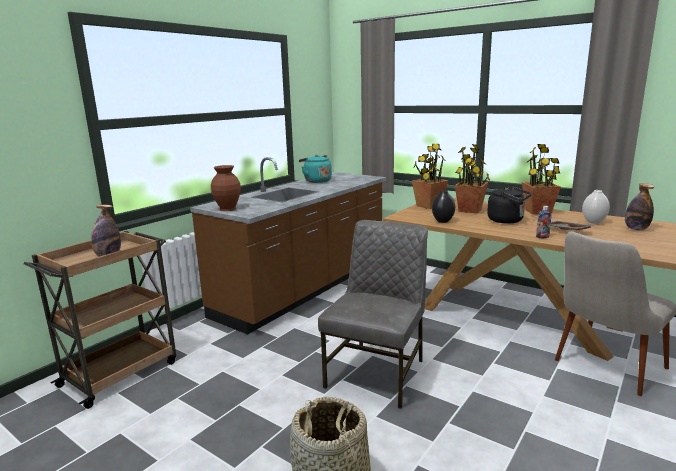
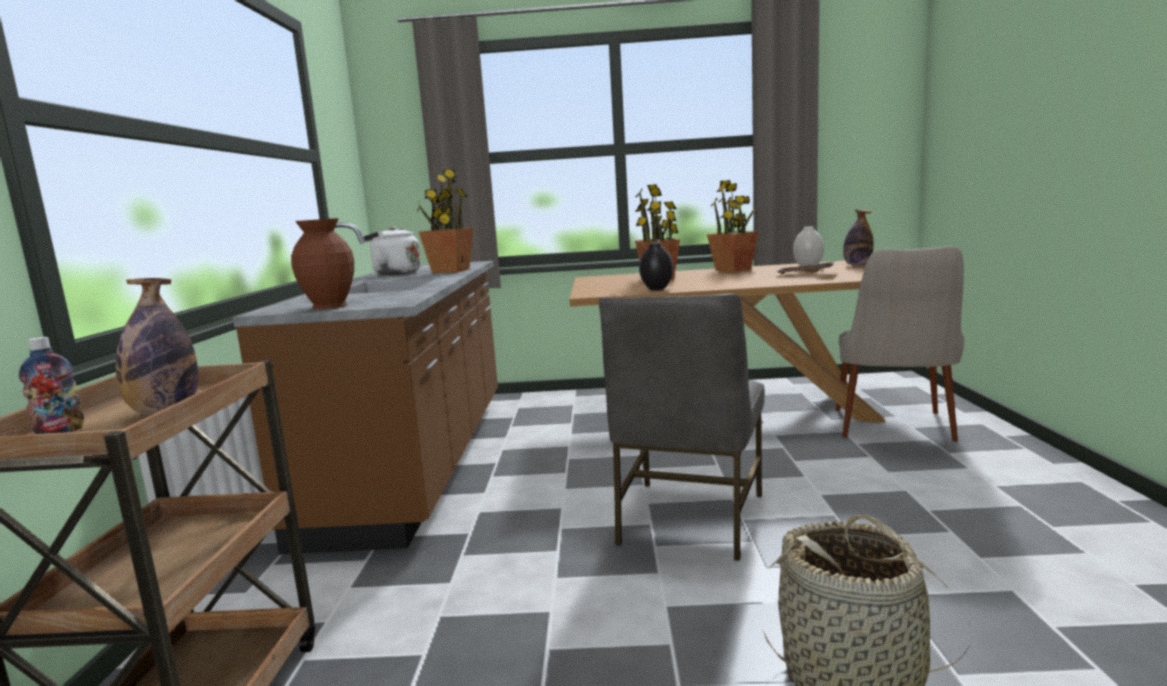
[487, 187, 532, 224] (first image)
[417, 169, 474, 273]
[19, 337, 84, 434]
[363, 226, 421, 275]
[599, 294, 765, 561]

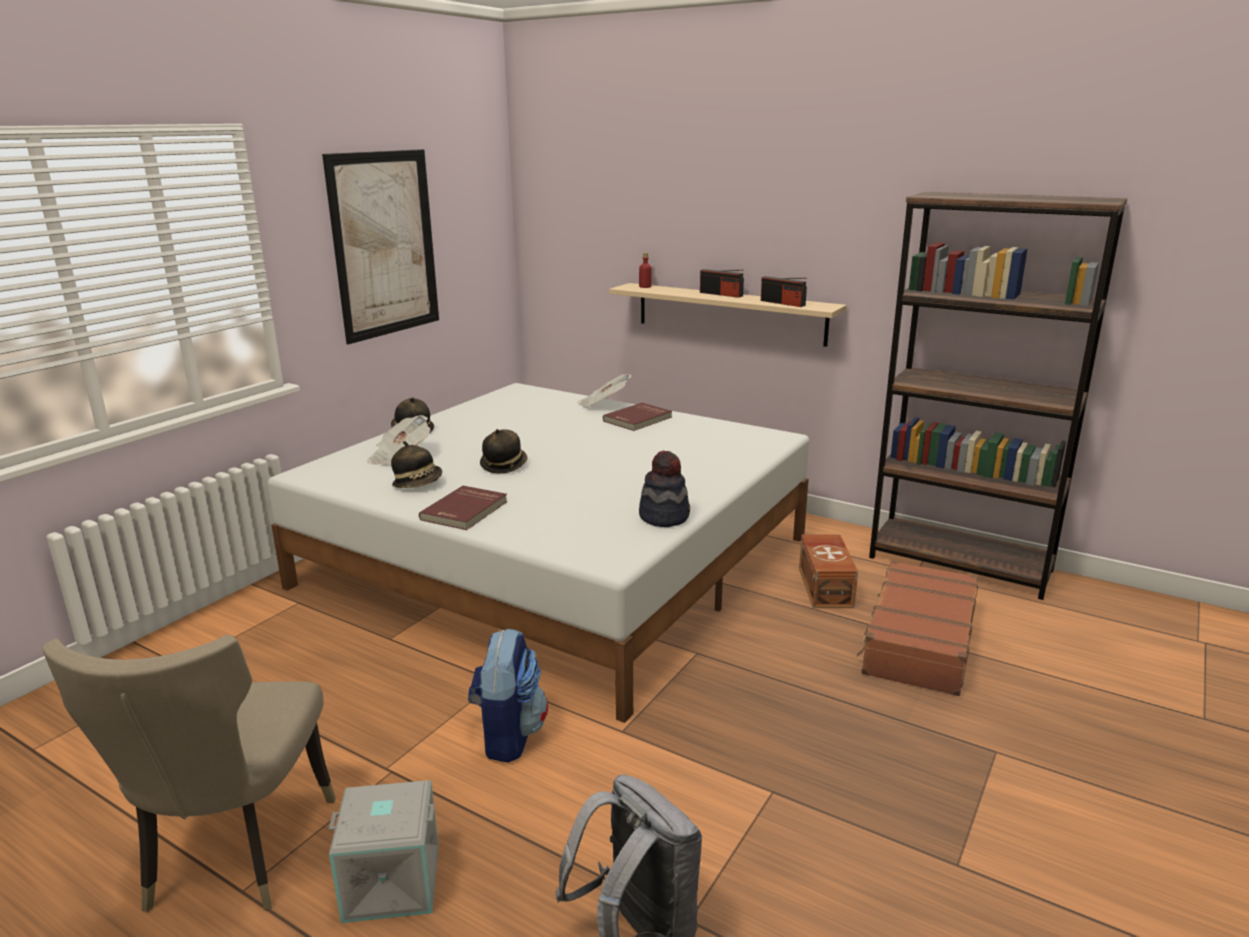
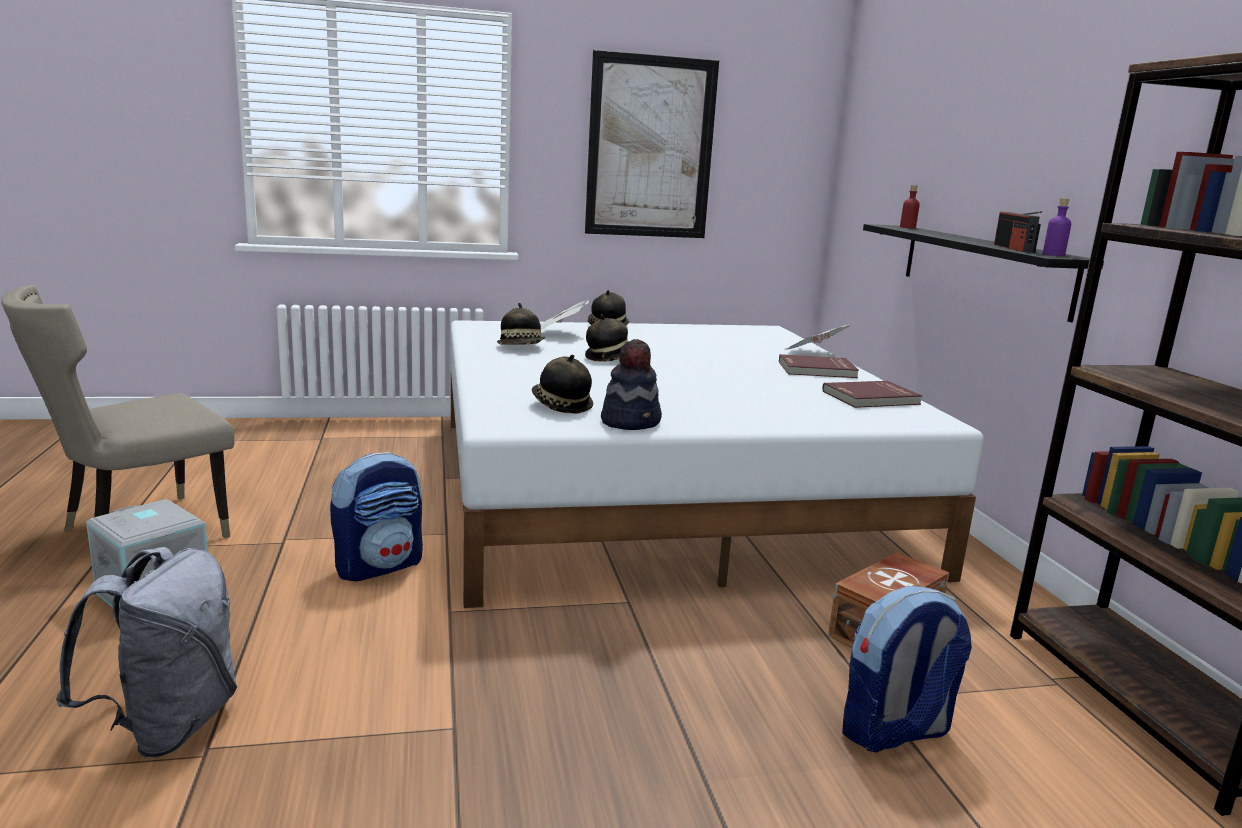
[700, 269, 744, 298] (first image)
[532, 355, 593, 414]
[1043, 198, 1071, 256]
[822, 381, 923, 408]
[842, 586, 972, 752]
[863, 224, 1104, 322]

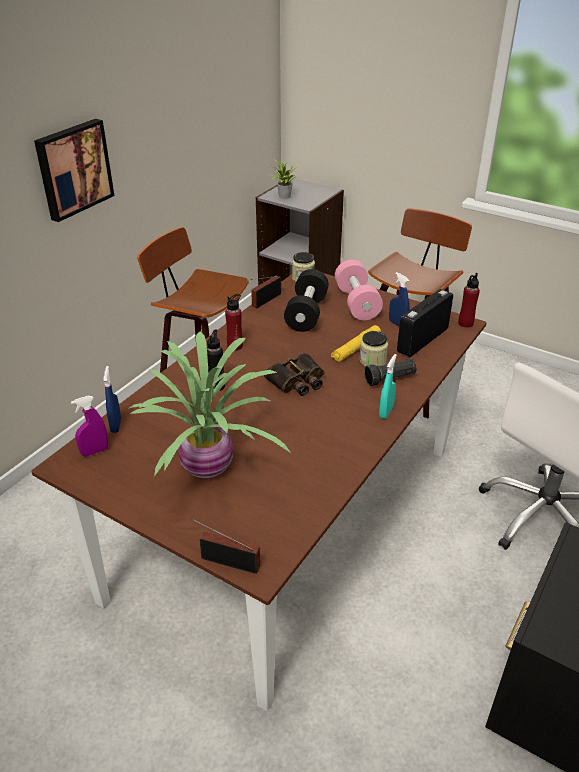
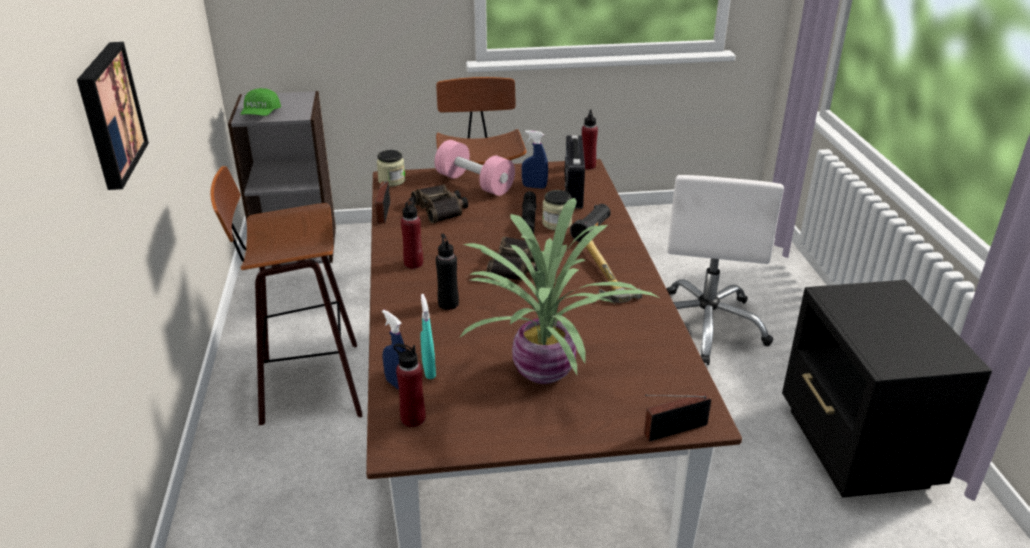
[586, 240, 642, 303]
[420, 294, 436, 379]
[394, 344, 426, 427]
[241, 88, 281, 116]
[411, 184, 468, 224]
[522, 191, 536, 234]

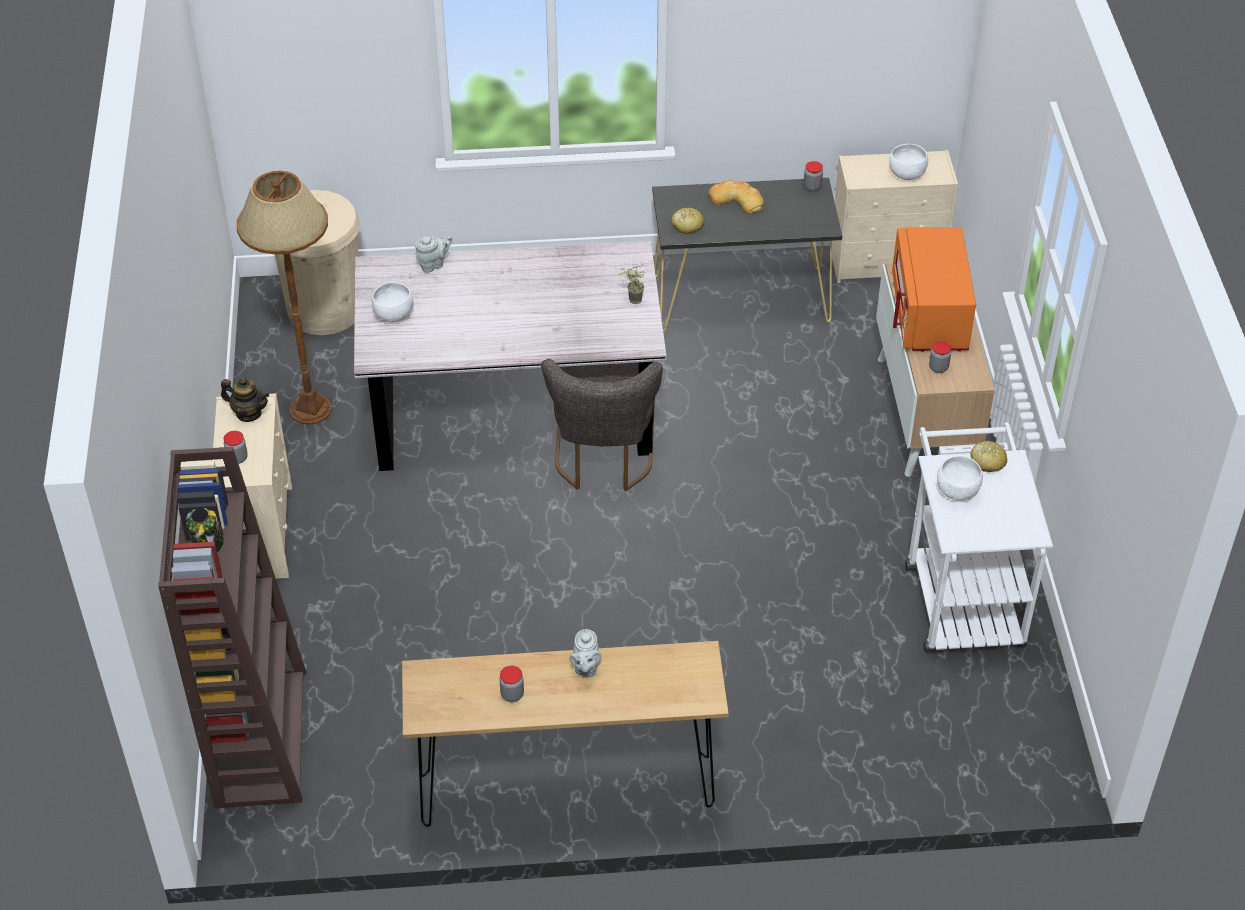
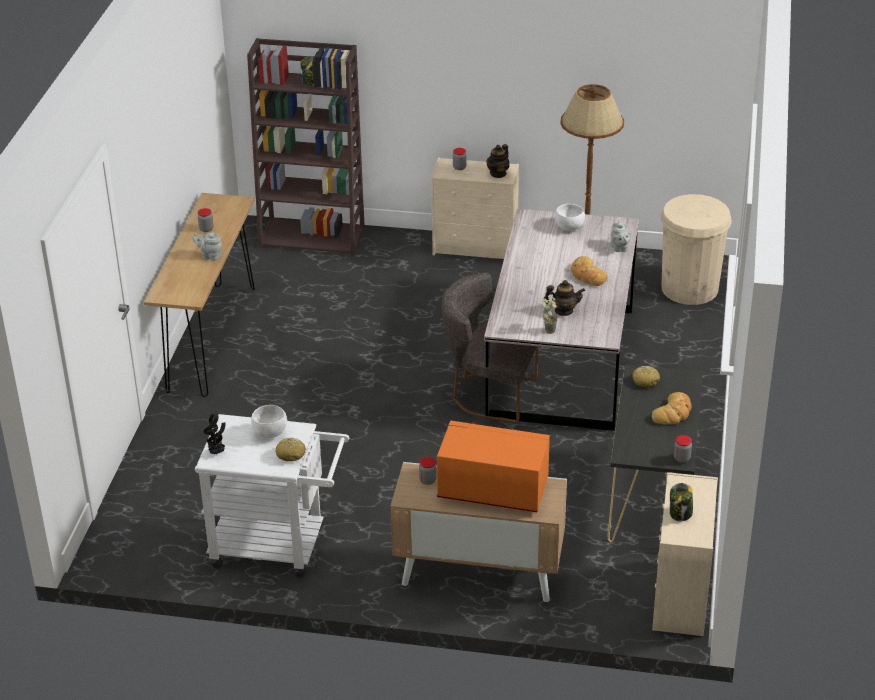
[203, 411, 225, 454]
[544, 280, 585, 316]
[571, 256, 607, 286]
[670, 483, 693, 521]

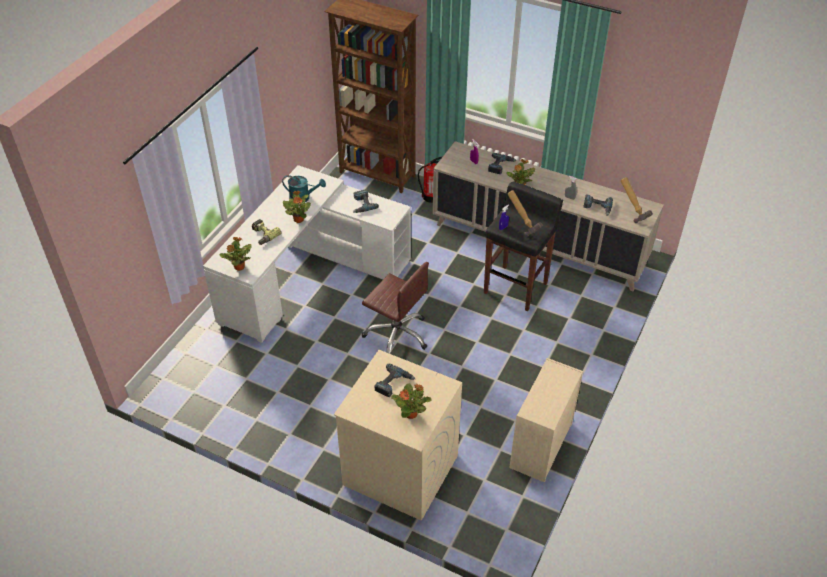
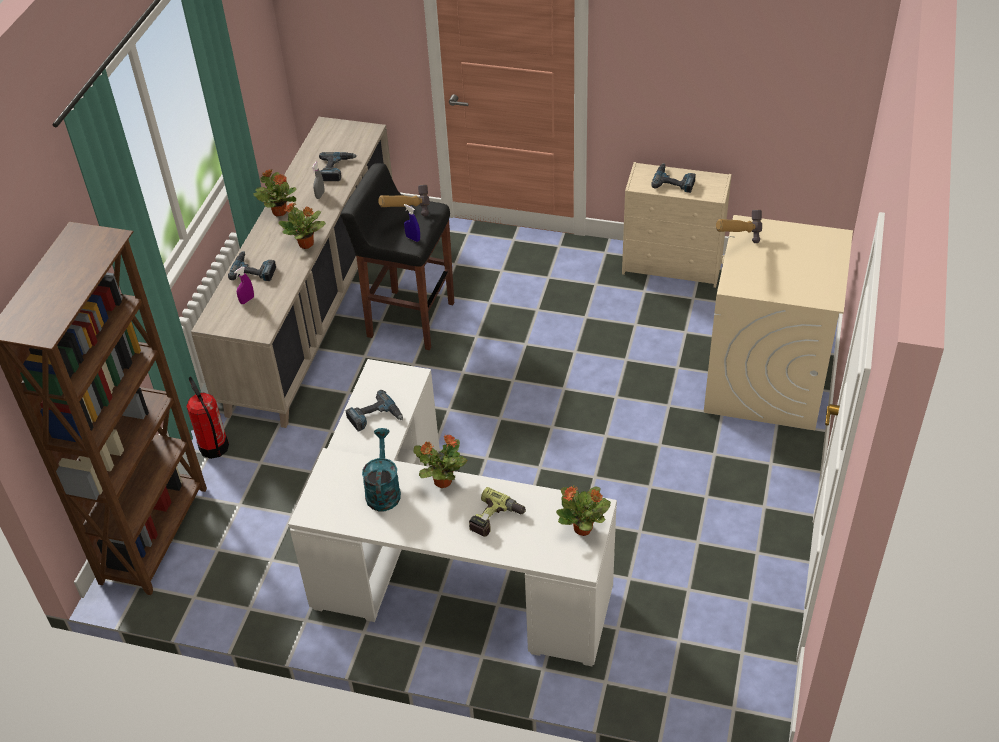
[362, 262, 429, 354] (first image)
[651, 163, 696, 193]
[253, 169, 297, 217]
[716, 210, 762, 243]

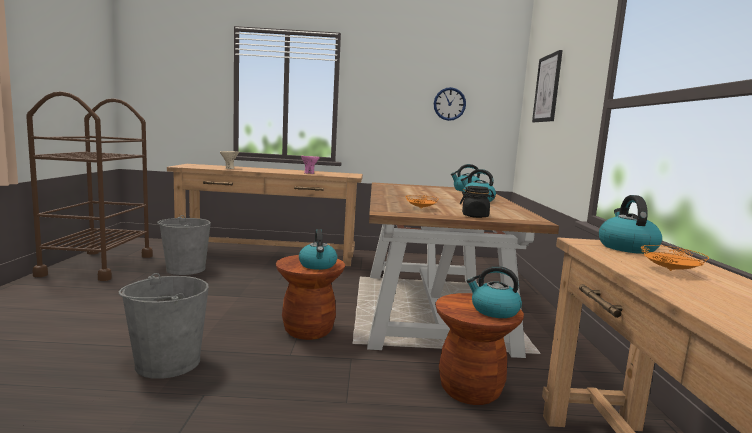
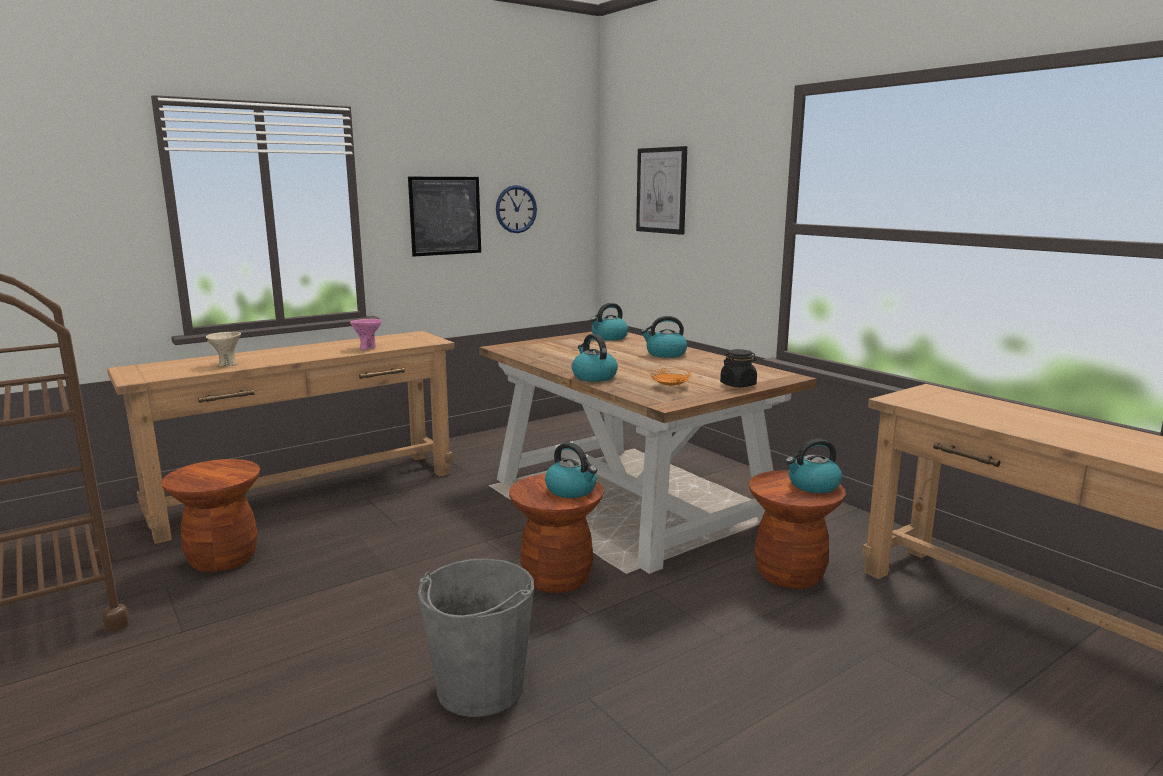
[641, 245, 709, 271] (first image)
[408, 177, 481, 257]
[572, 334, 618, 382]
[161, 459, 260, 572]

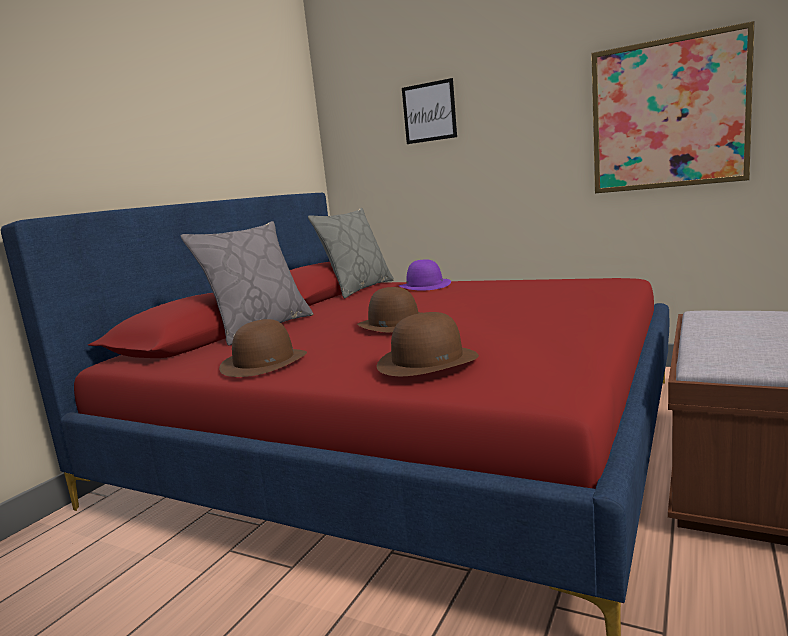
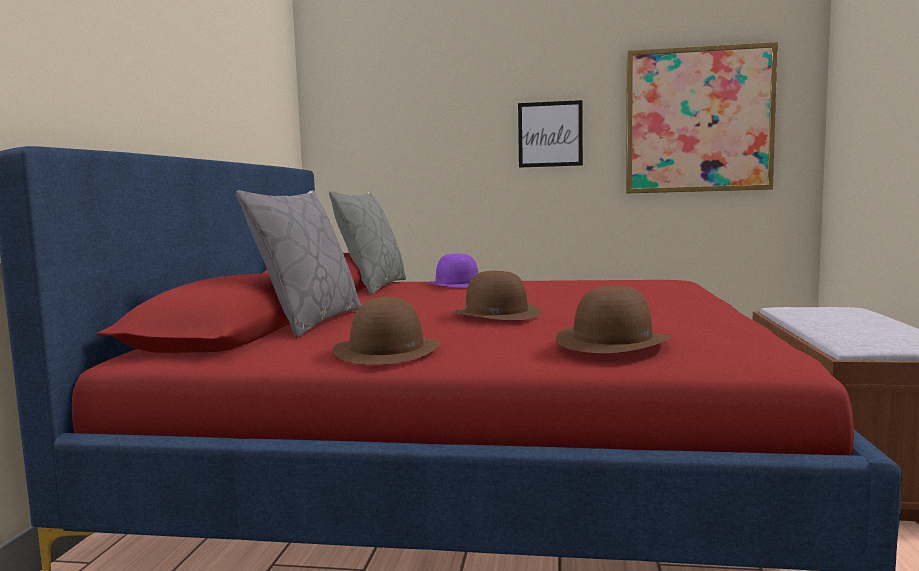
[518, 100, 583, 168]

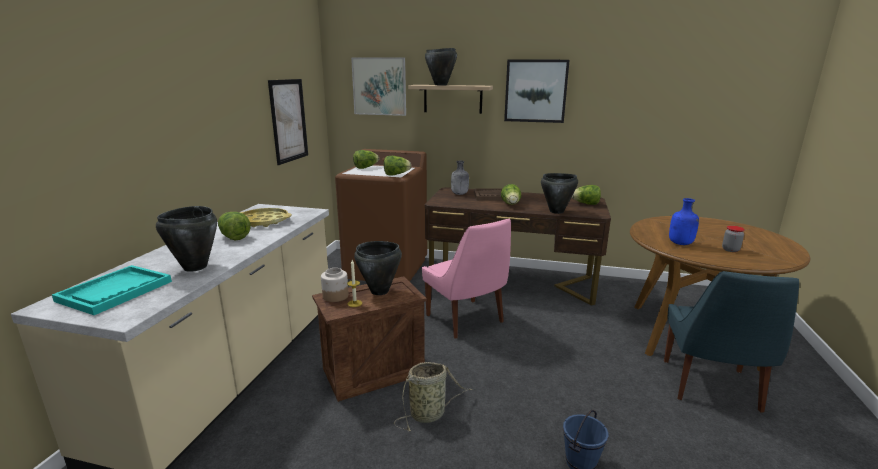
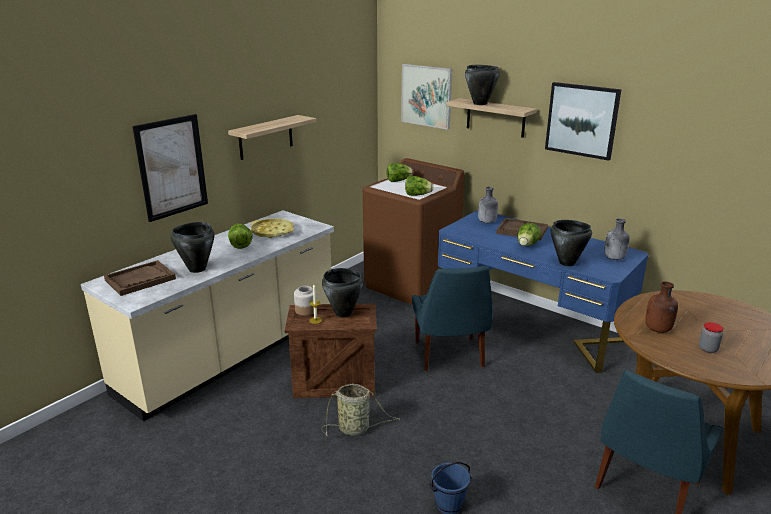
[228, 115, 316, 160]
[132, 114, 208, 222]
[604, 218, 630, 260]
[104, 260, 176, 296]
[412, 266, 493, 371]
[438, 211, 649, 373]
[645, 282, 678, 333]

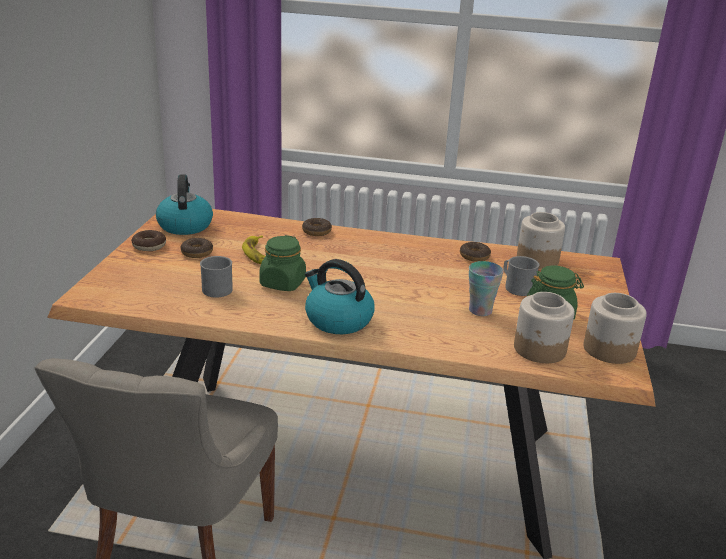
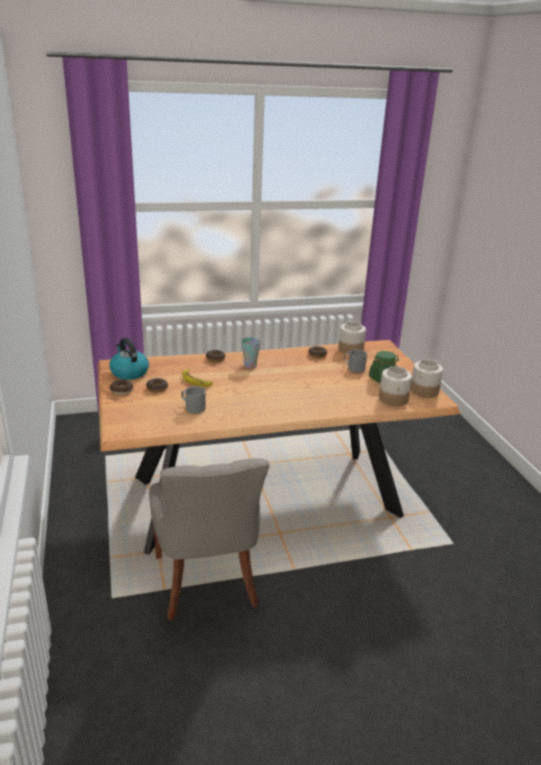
[260, 235, 306, 291] (first image)
[305, 259, 375, 334] (first image)
[241, 337, 261, 368]

